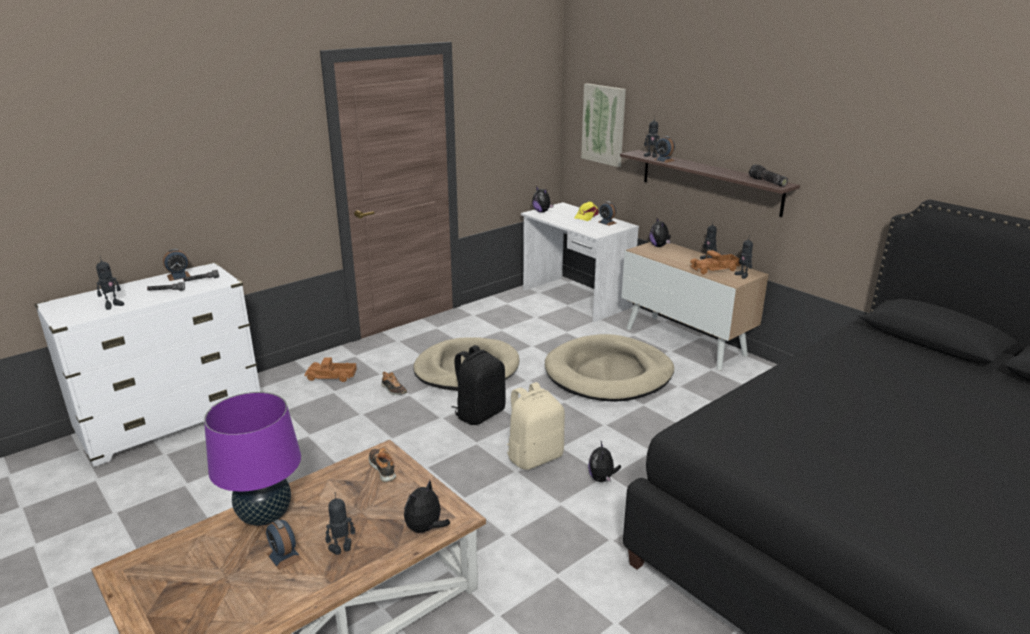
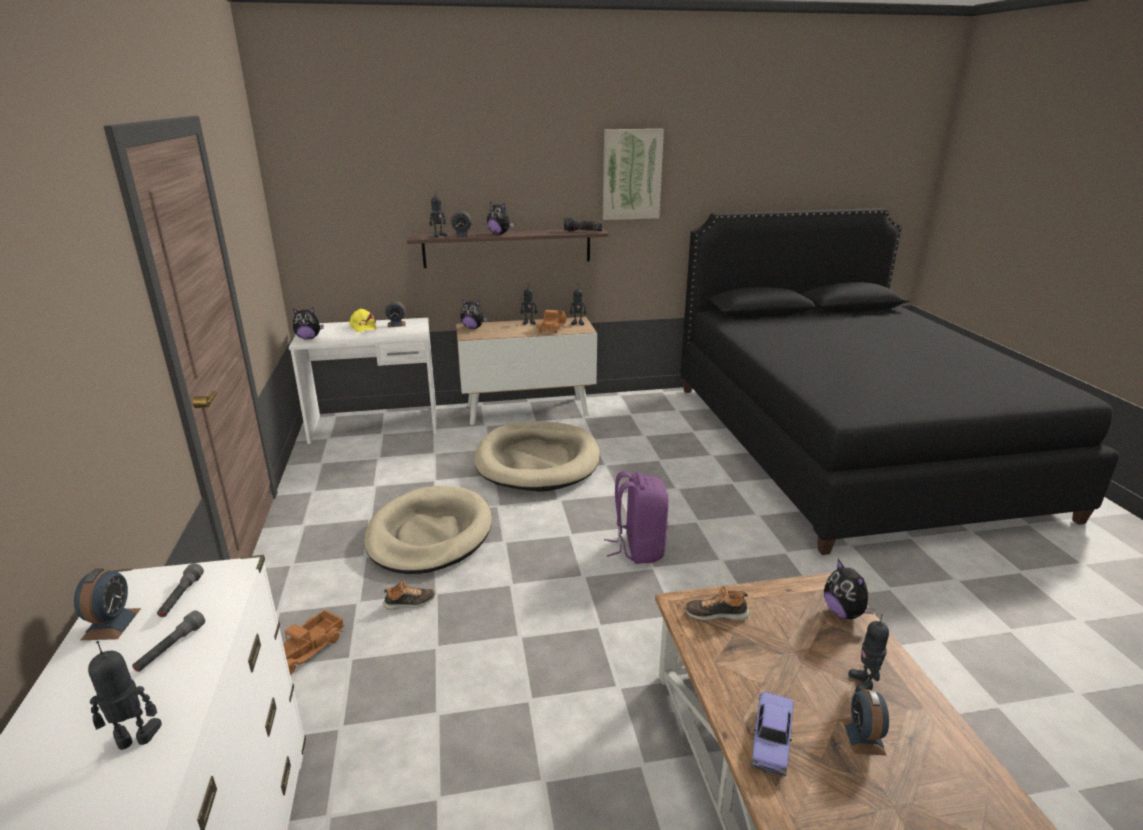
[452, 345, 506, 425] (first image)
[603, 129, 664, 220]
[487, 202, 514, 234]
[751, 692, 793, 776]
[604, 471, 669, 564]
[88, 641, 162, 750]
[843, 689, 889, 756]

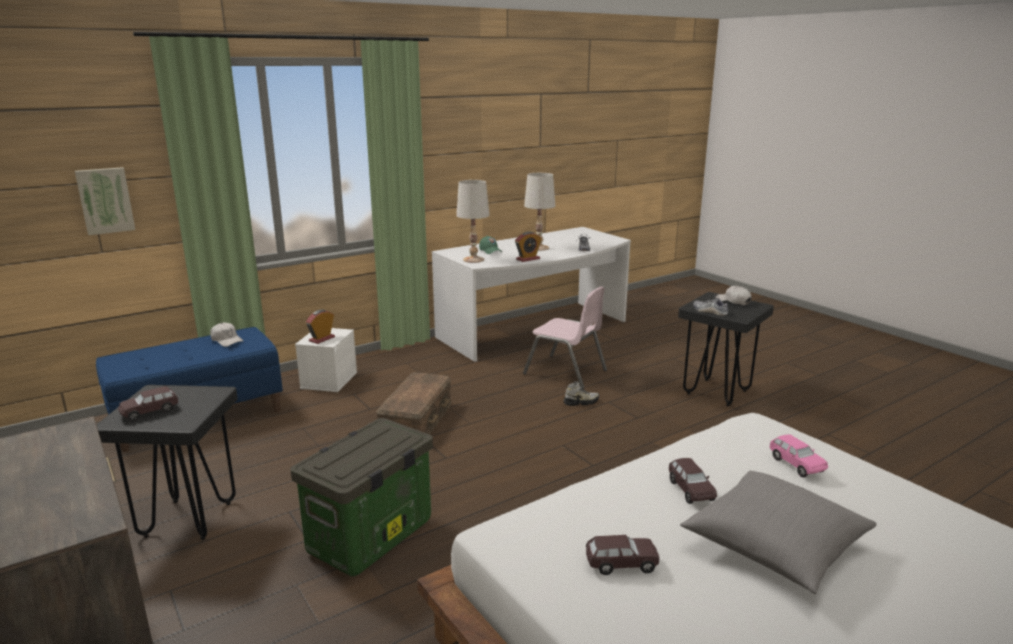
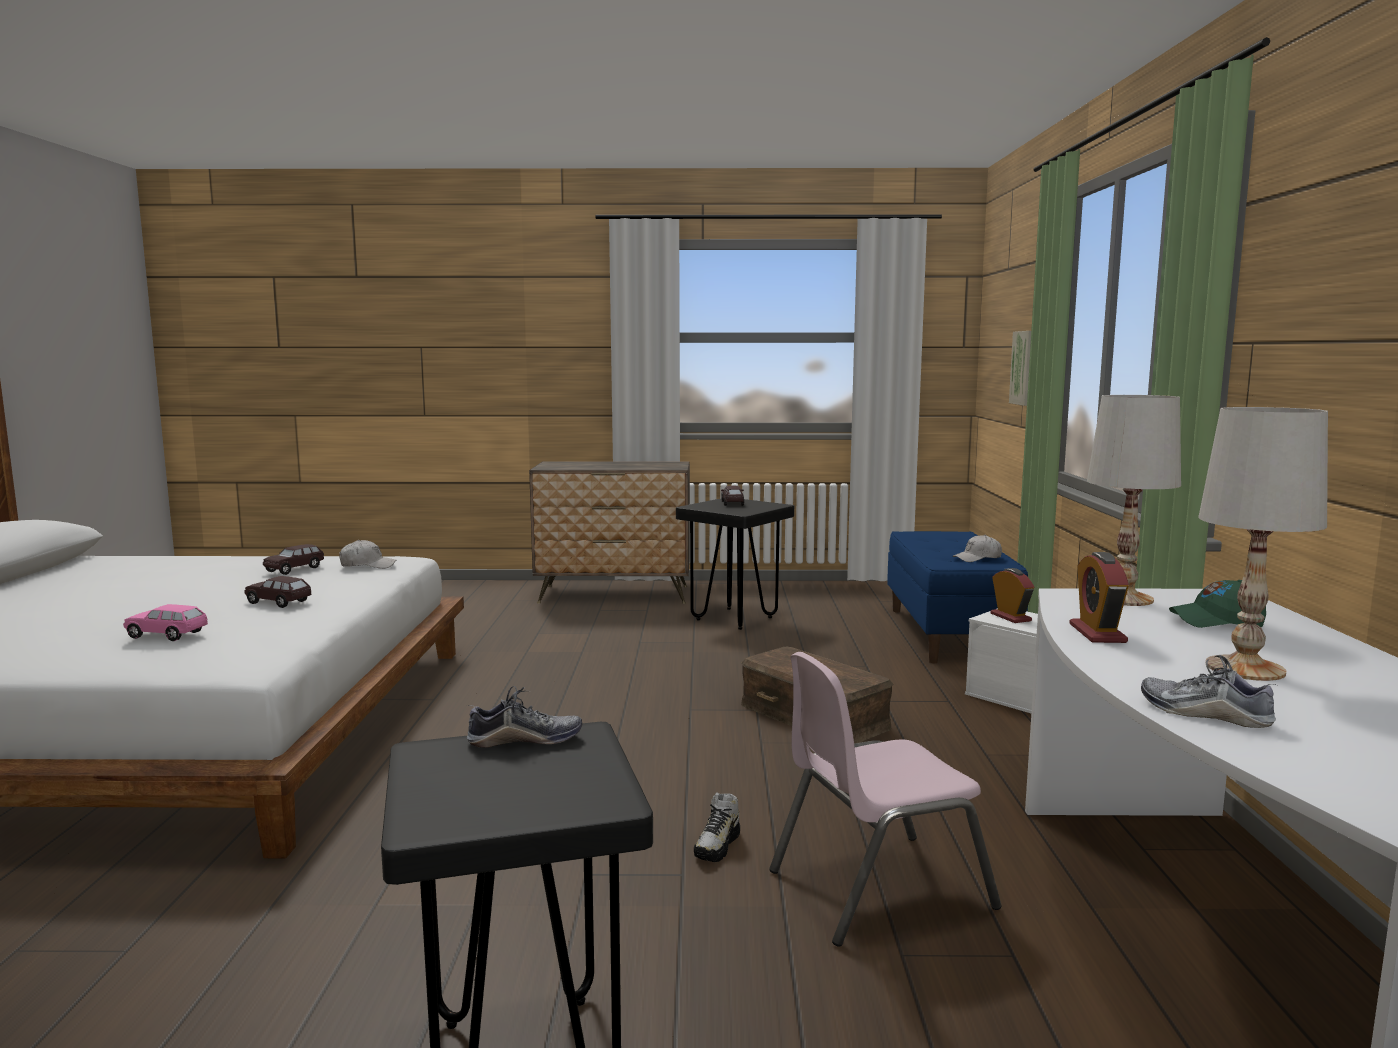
[290, 418, 433, 576] (first image)
[680, 471, 876, 594] (first image)
[339, 540, 396, 569]

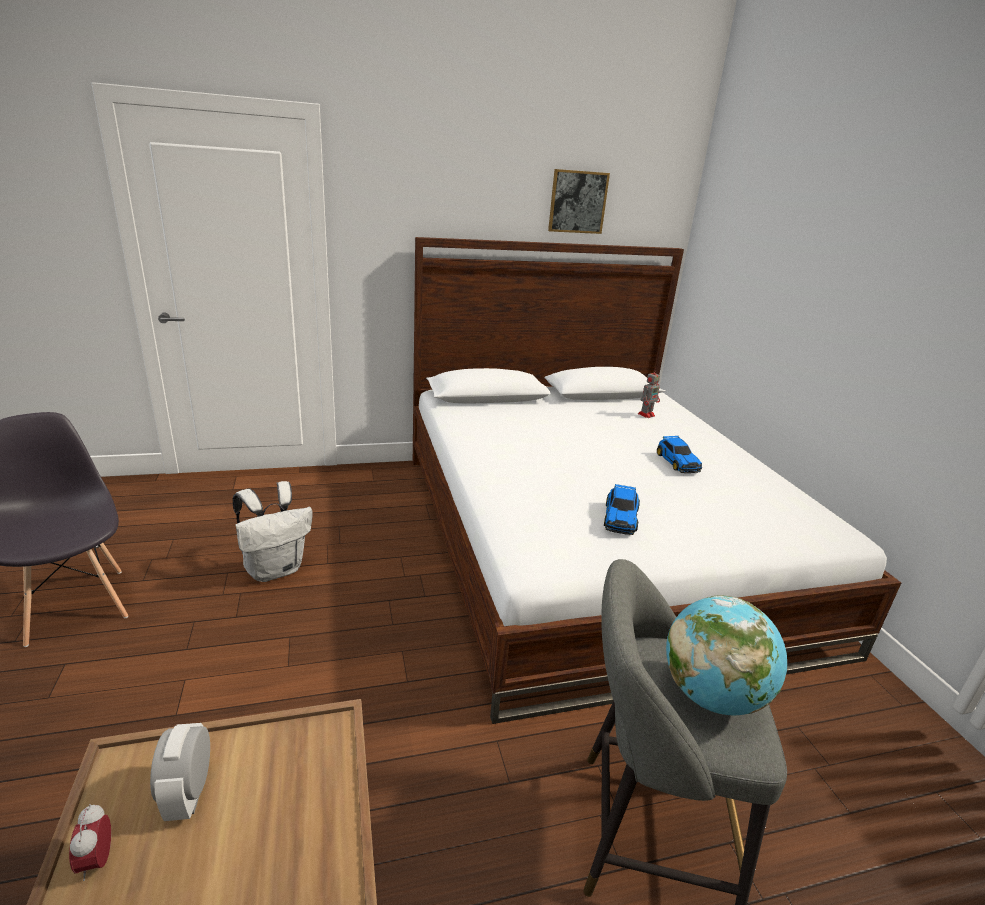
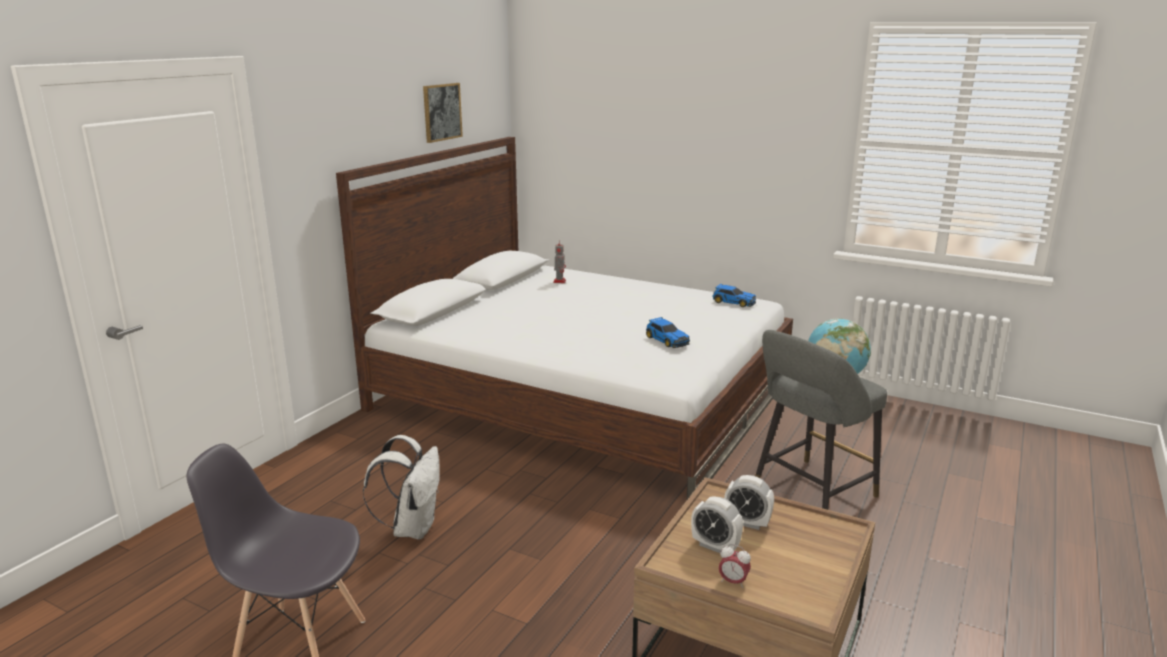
[724, 475, 774, 530]
[712, 283, 756, 307]

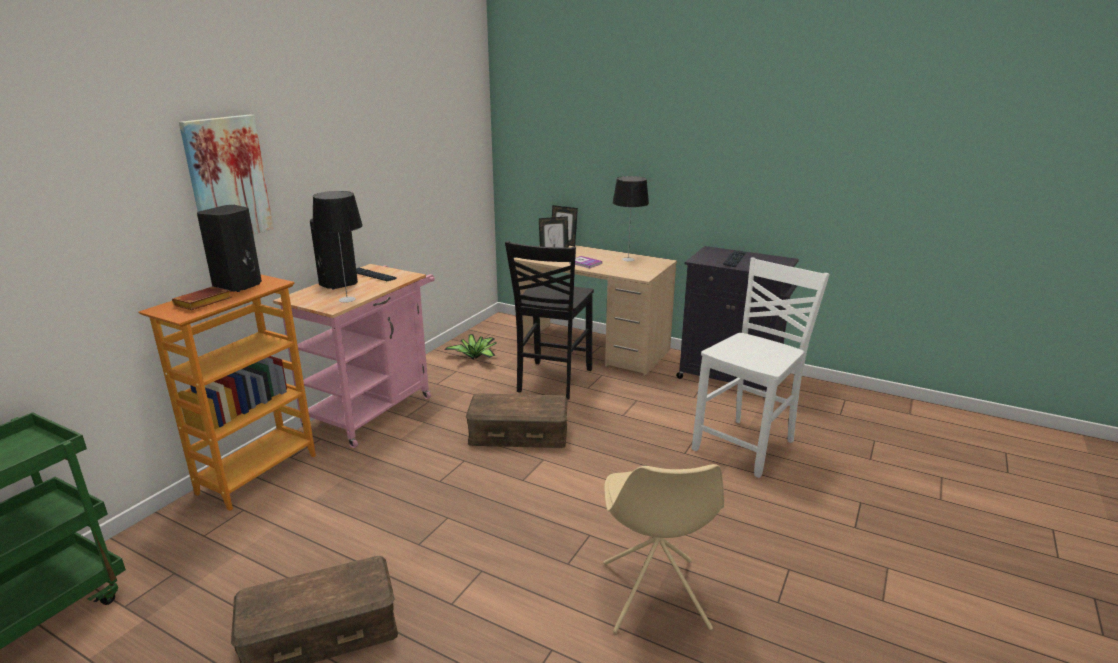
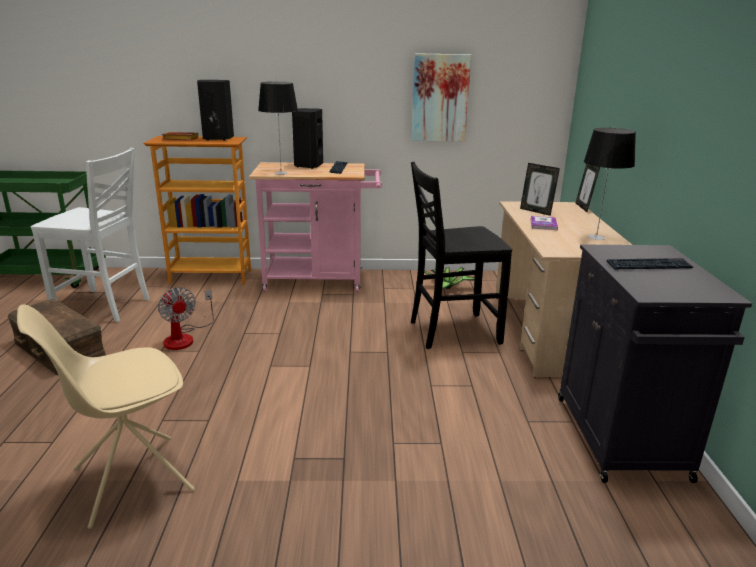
[466, 394, 568, 448] (first image)
[158, 287, 214, 350]
[411, 53, 471, 142]
[31, 148, 149, 322]

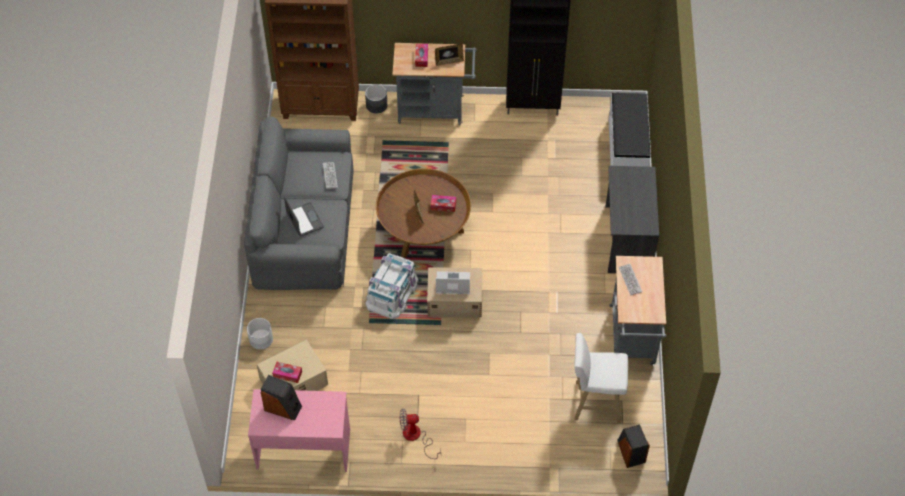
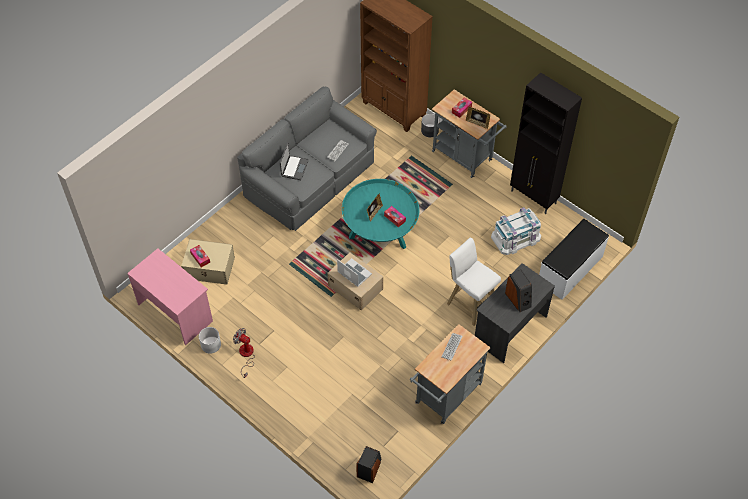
[199, 327, 221, 354]
[505, 269, 532, 312]
[491, 207, 541, 255]
[447, 238, 501, 326]
[342, 179, 419, 249]

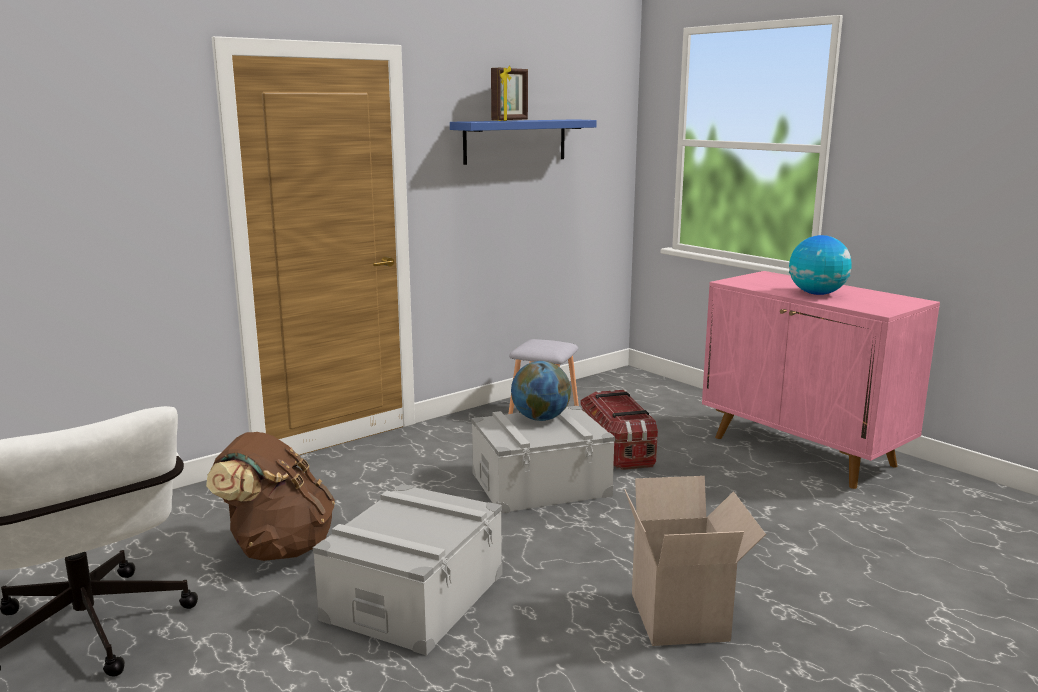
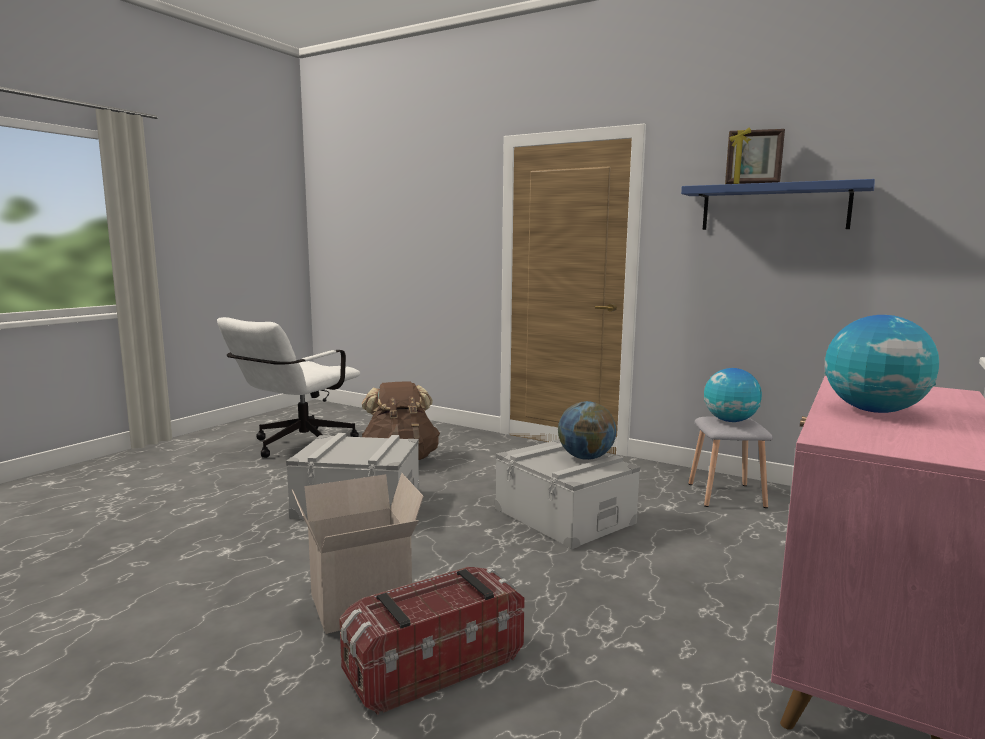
[704, 368, 762, 422]
[339, 567, 525, 715]

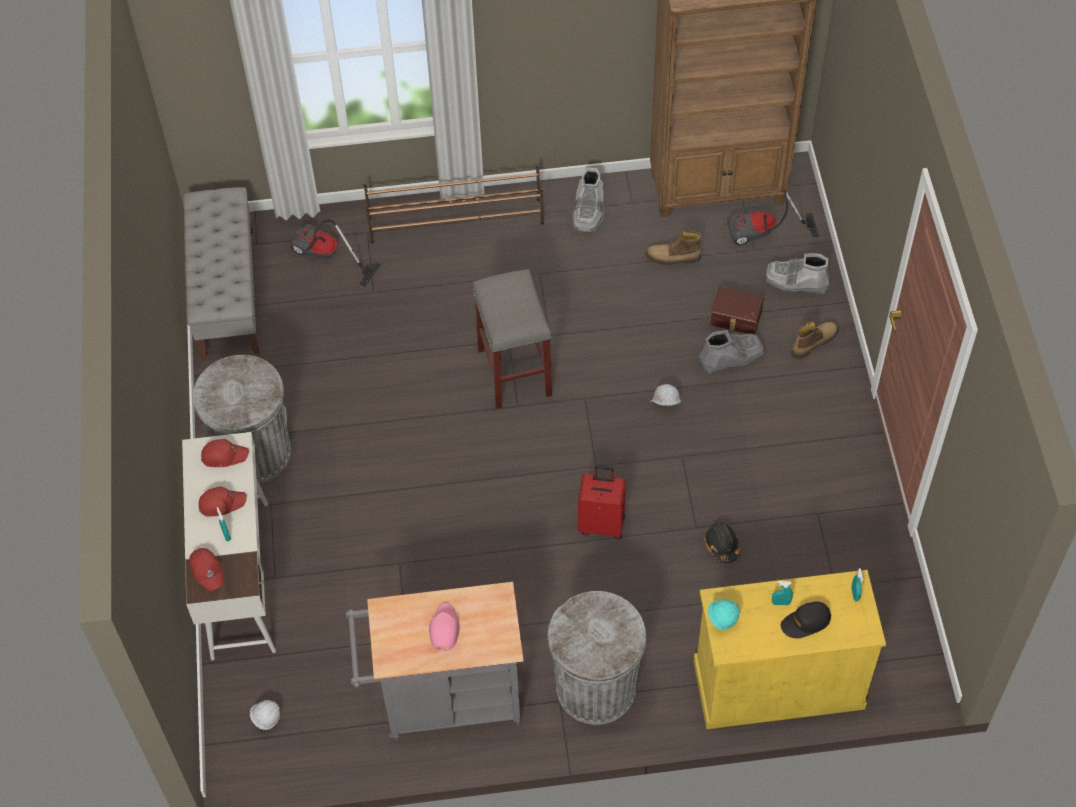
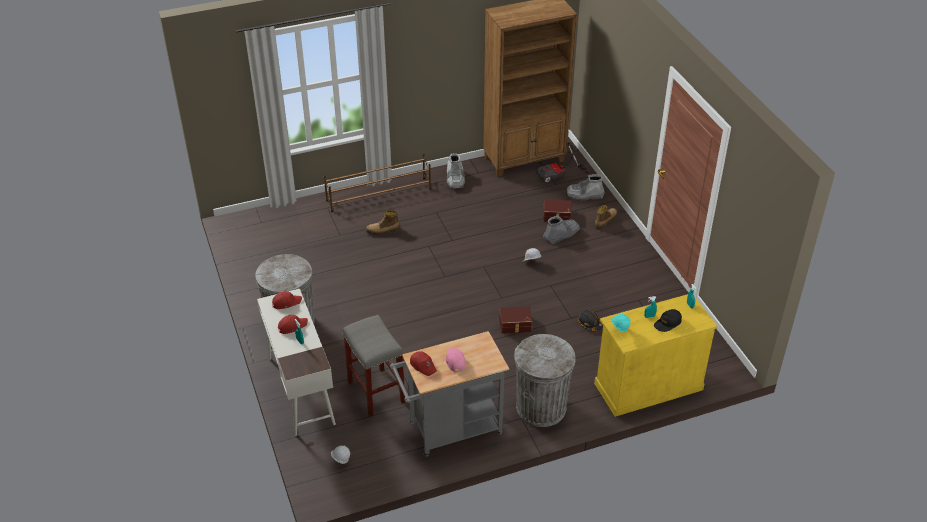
[183, 187, 260, 360] (first image)
[289, 220, 381, 287] (first image)
[410, 351, 437, 376]
[342, 315, 405, 417]
[365, 210, 400, 235]
[499, 307, 532, 334]

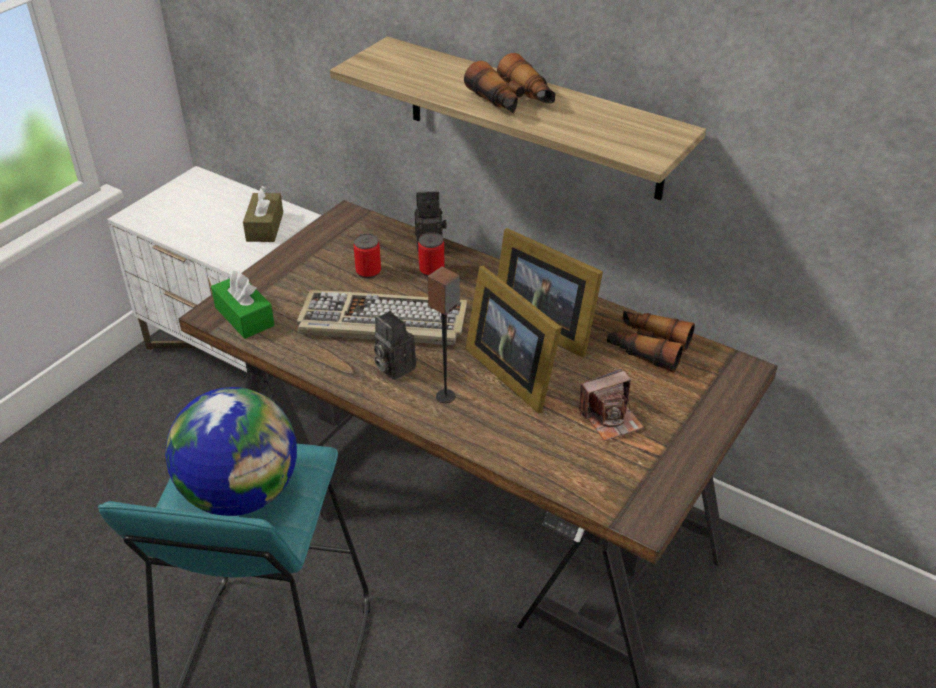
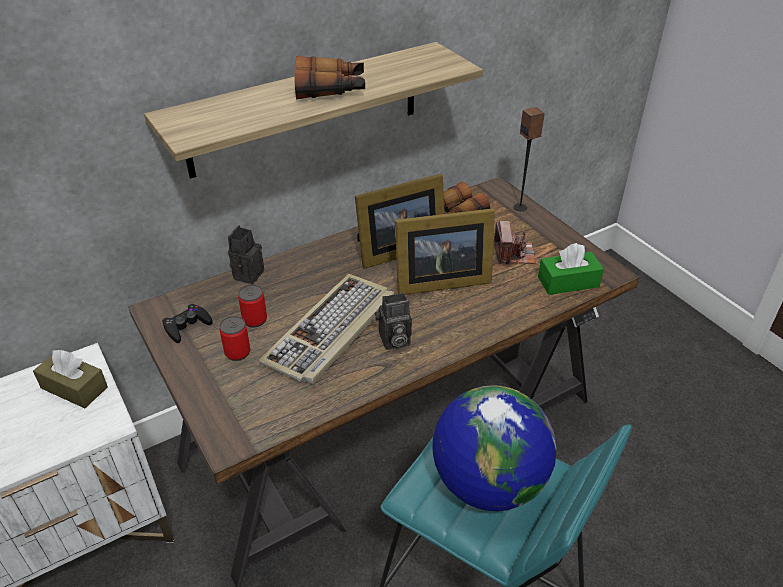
[162, 304, 213, 343]
[538, 243, 604, 295]
[219, 316, 250, 361]
[513, 107, 545, 211]

